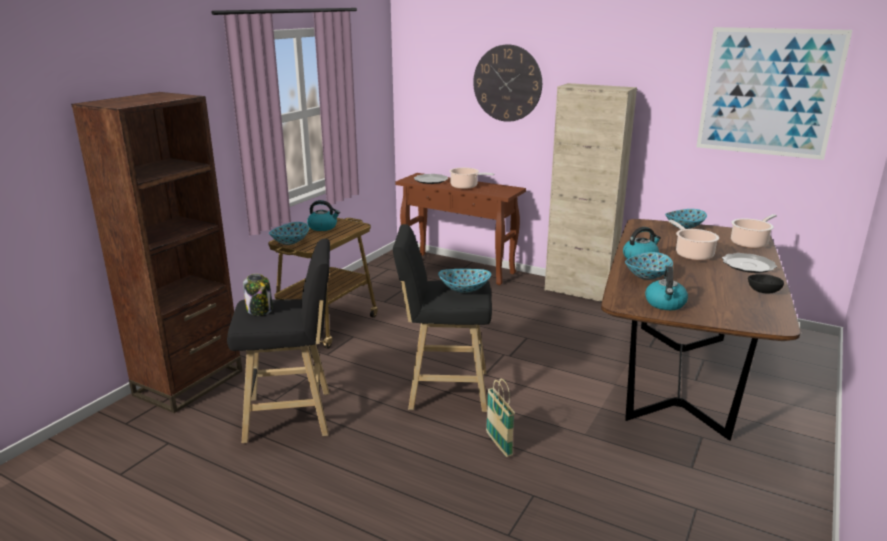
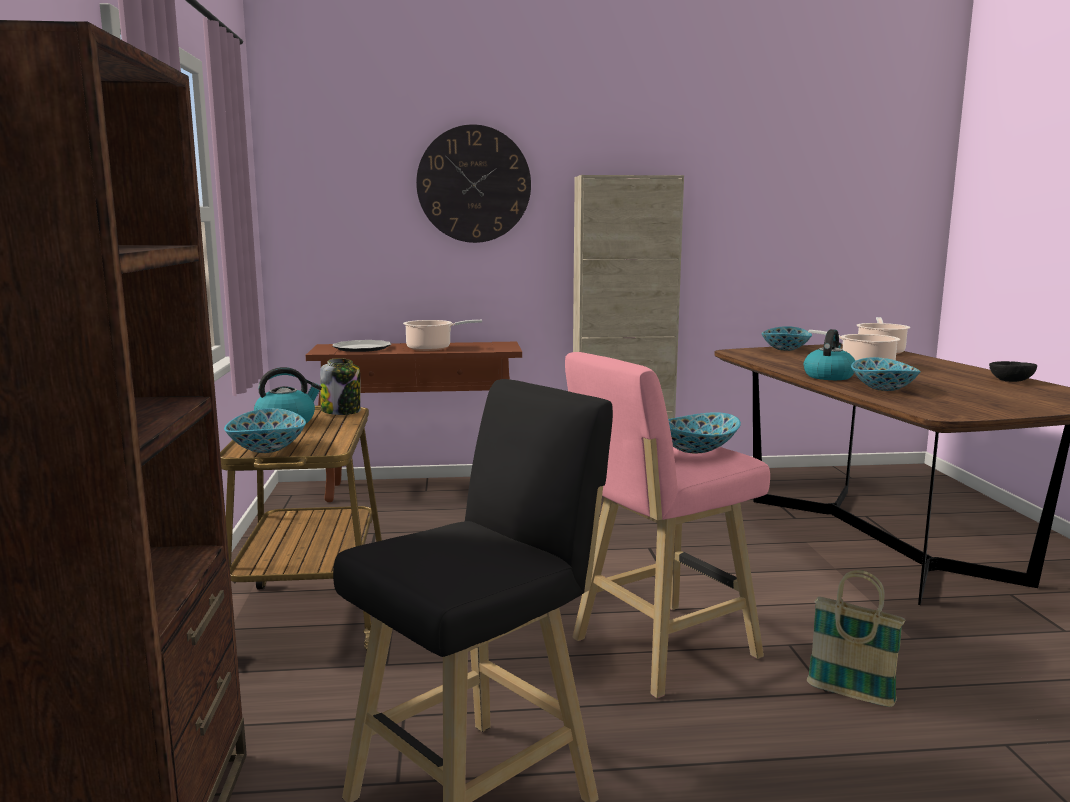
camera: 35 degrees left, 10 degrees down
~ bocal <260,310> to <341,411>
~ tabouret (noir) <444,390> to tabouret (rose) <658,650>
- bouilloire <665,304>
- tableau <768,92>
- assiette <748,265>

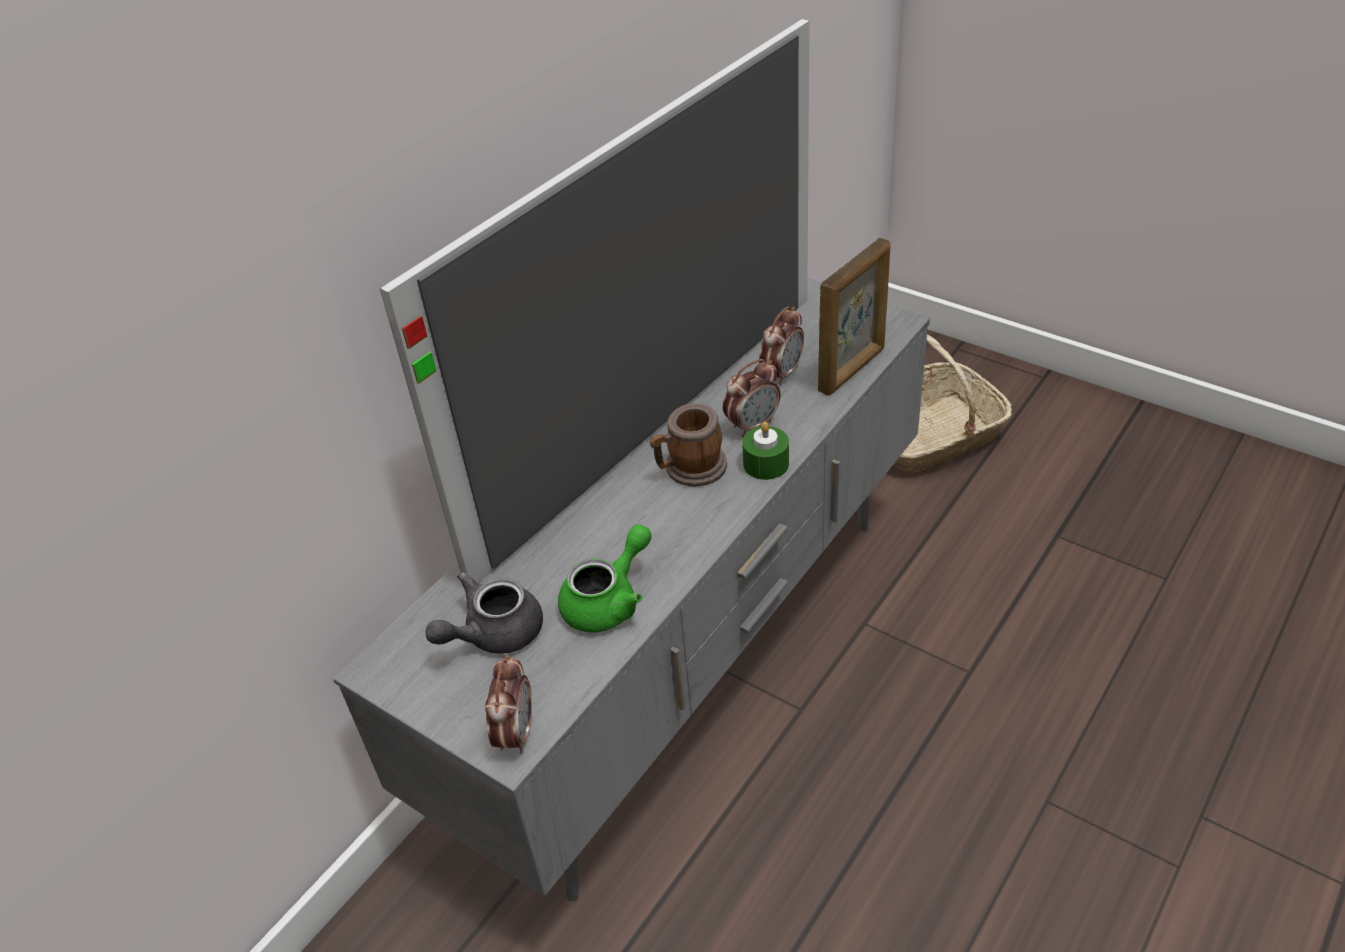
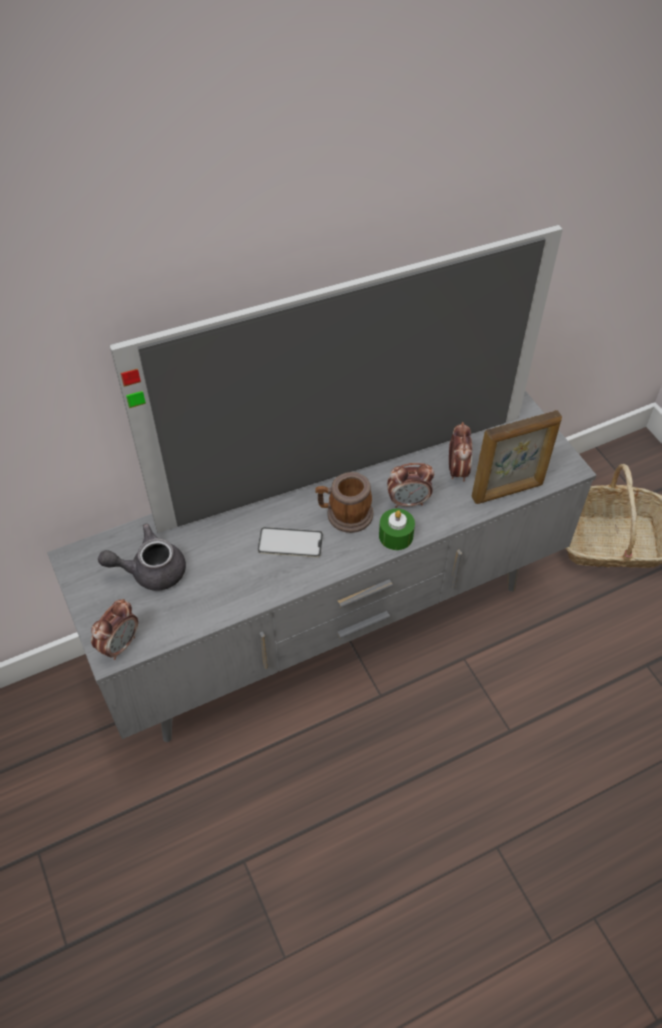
camera: 25 degrees right, 10 degrees up
+ téléphone <290,543>
~ réveil <782,373> = <457,470> 60 degrees counterclockwise
- théière (vert) <609,601>

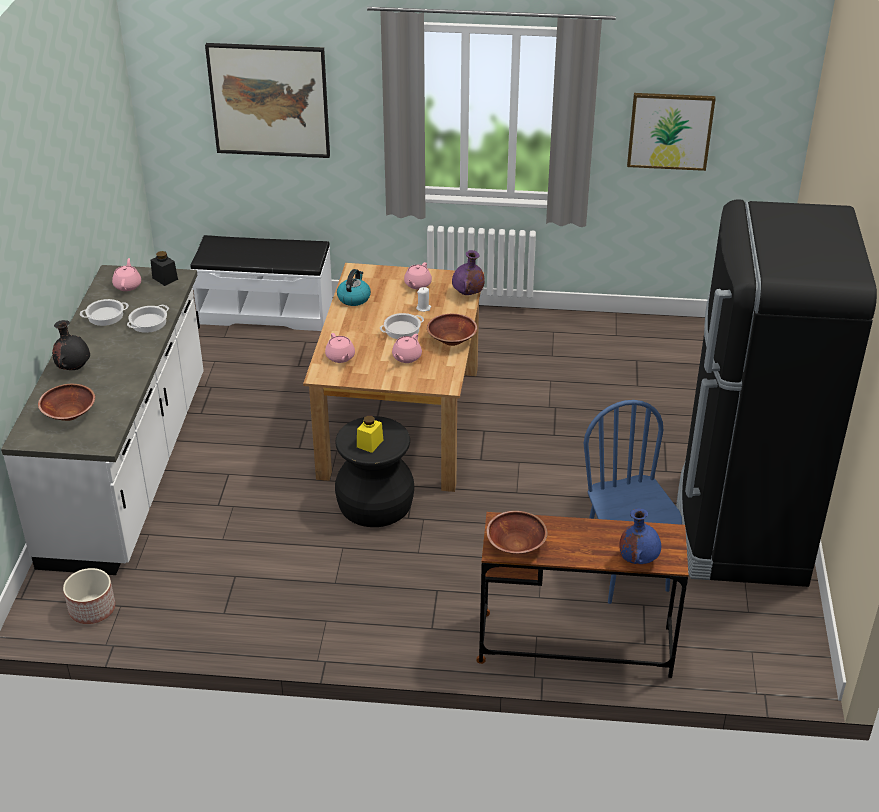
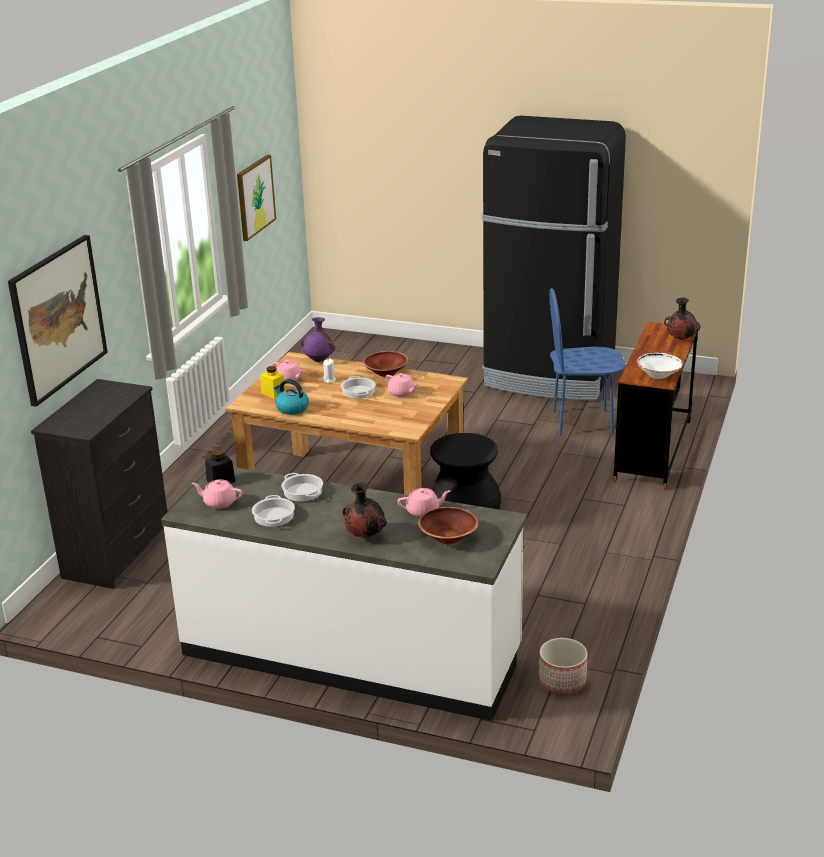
camera: 75 degrees left, 10 degrees down
~ banc (blanc) <266,311> to commode (noir) <118,552>
~ bocal (jaune) <370,443> to <273,393>
~ théière (rose) <340,357> to <423,511>
~ bol (marron) <516,544> to bol (blanc) <658,375>
~ vase (bleu) <638,559> to vase (noir) <680,339>

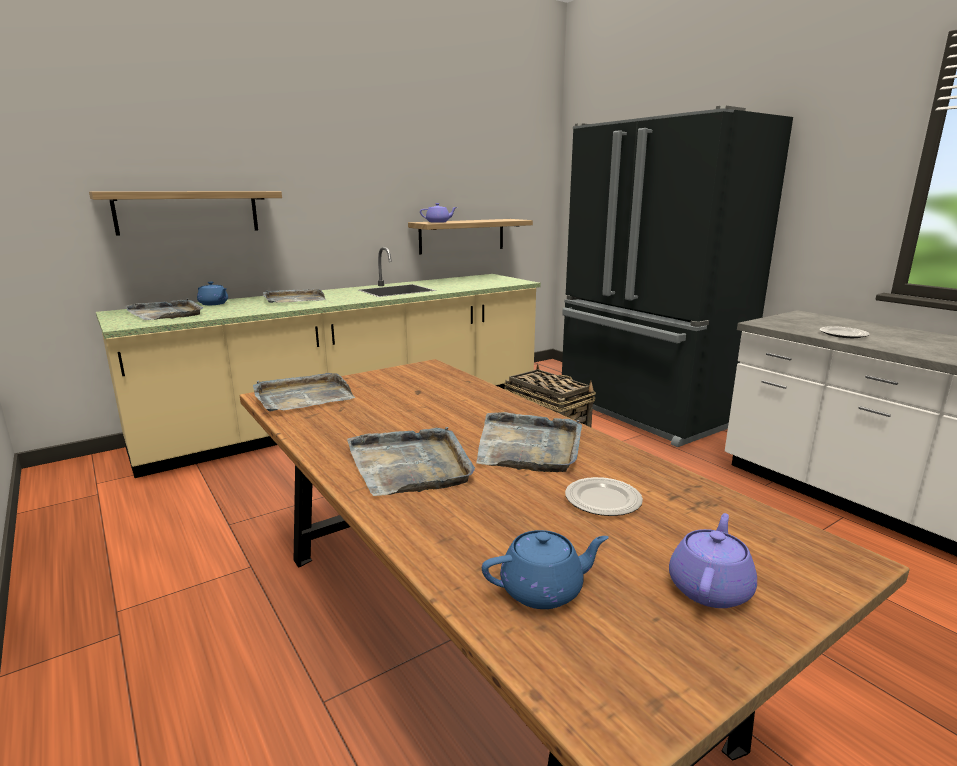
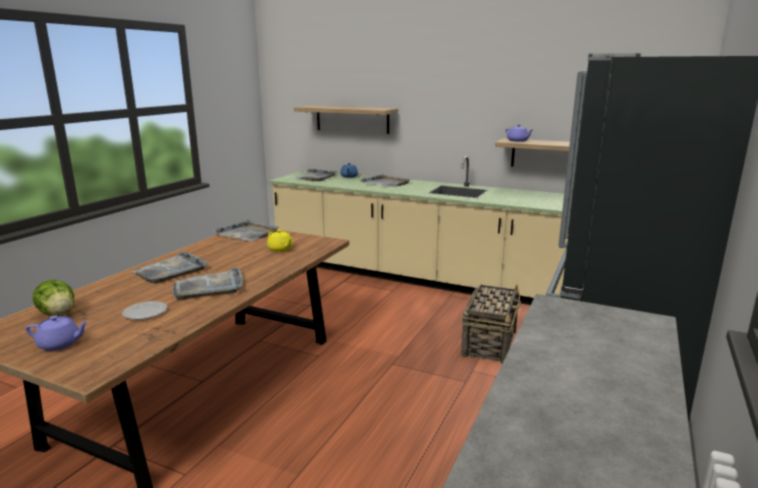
camera: 60 degrees right, 0 degrees up
~ théière (bleu) <543,590> to laitue <58,314>
+ théière (jaune) <280,249>
- assiette <844,334>

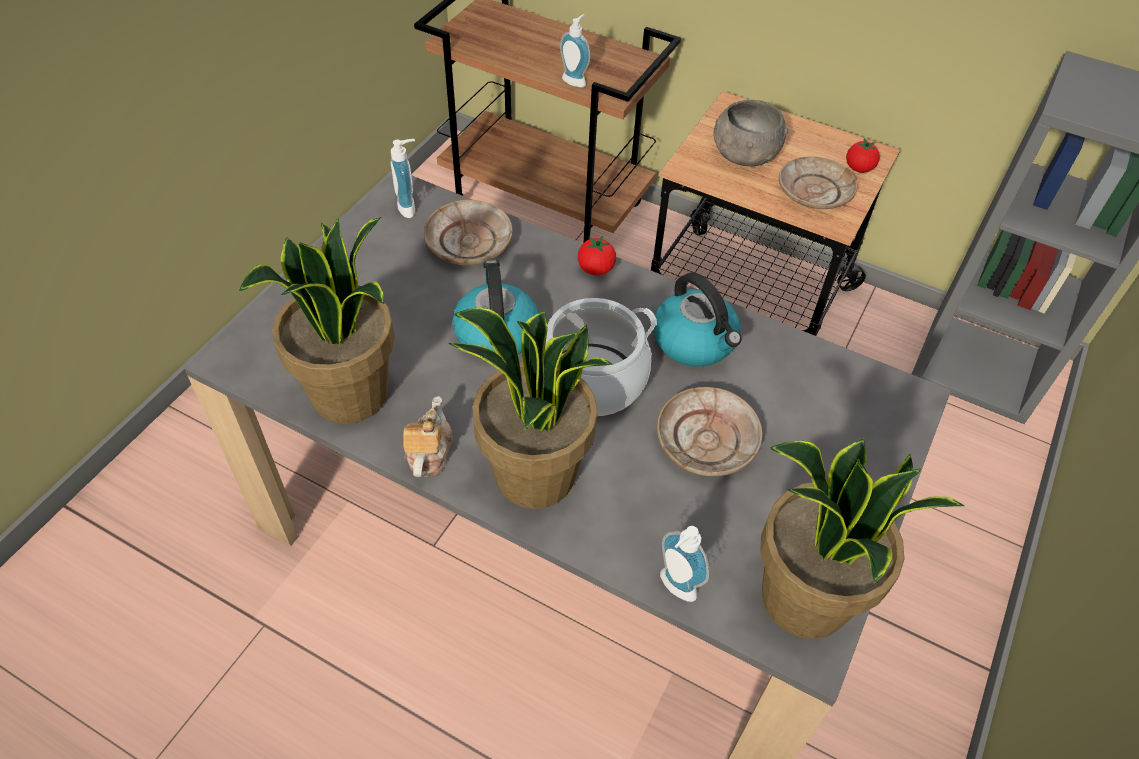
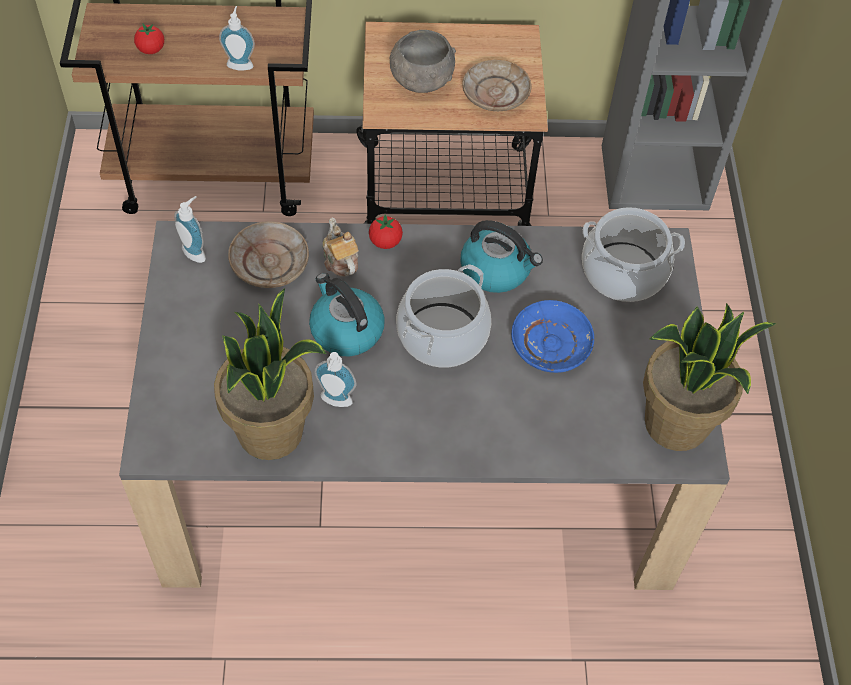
camera: 30 degrees left, 5 degrees up
~ tomate <859,168> to <151,49>
~ distributeur de savon <674,588> to <335,402>
~ théière <428,453> to <340,260>
~ assiette (beige) <707,440> to assiette (bleu) <551,343>
+ marmite <623,272>
- plante en pot <534,476>

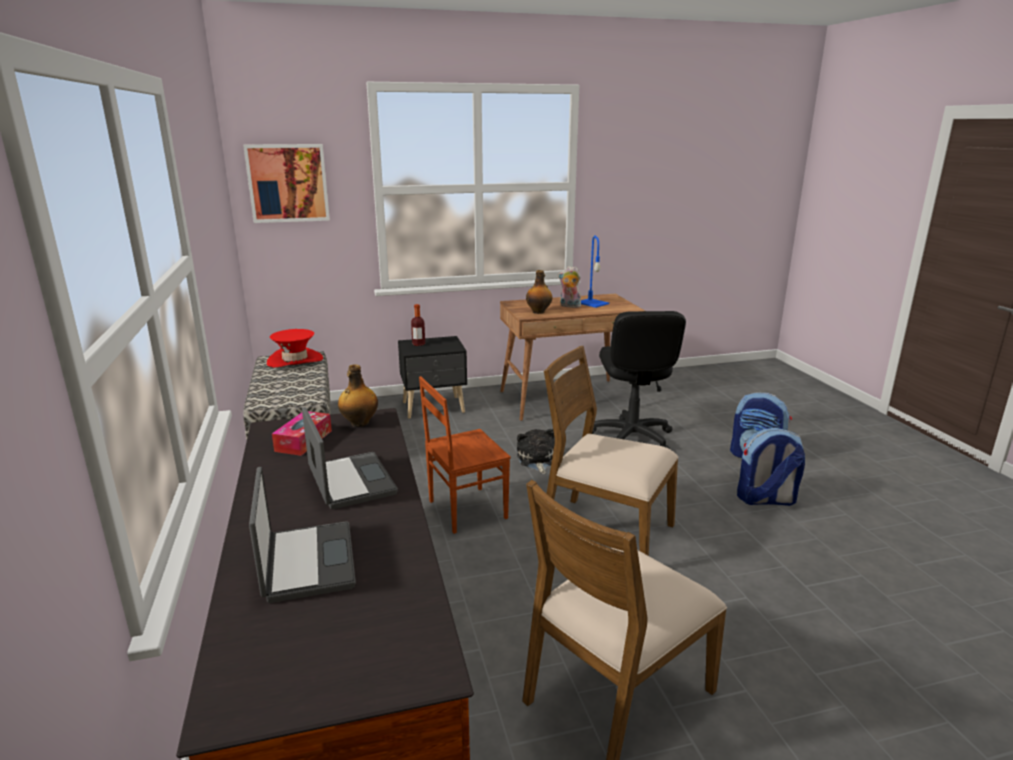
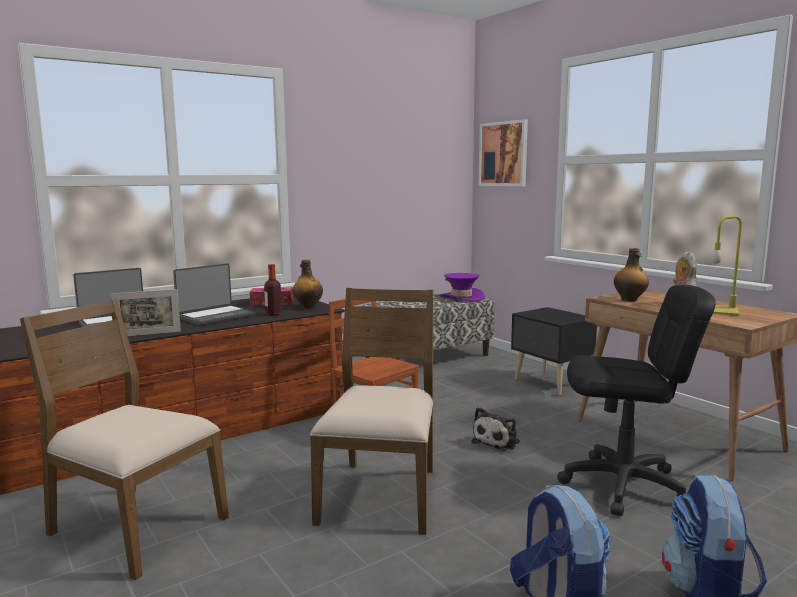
camera: 70 degrees right, 10 degrees down
+ cadre photo <148,334>
~ bouteille <418,344> to <273,314>
~ chapeau (rouge) <295,360> to chapeau (violet) <461,297>
~ peluche <536,460> = <497,441> 150 degrees clockwise
~ chaise de bureau (noir) <631,438> = <624,486> 150 degrees counterclockwise
~ lampe de table (bleu) <591,303> to lampe de table (jaune) <720,310>

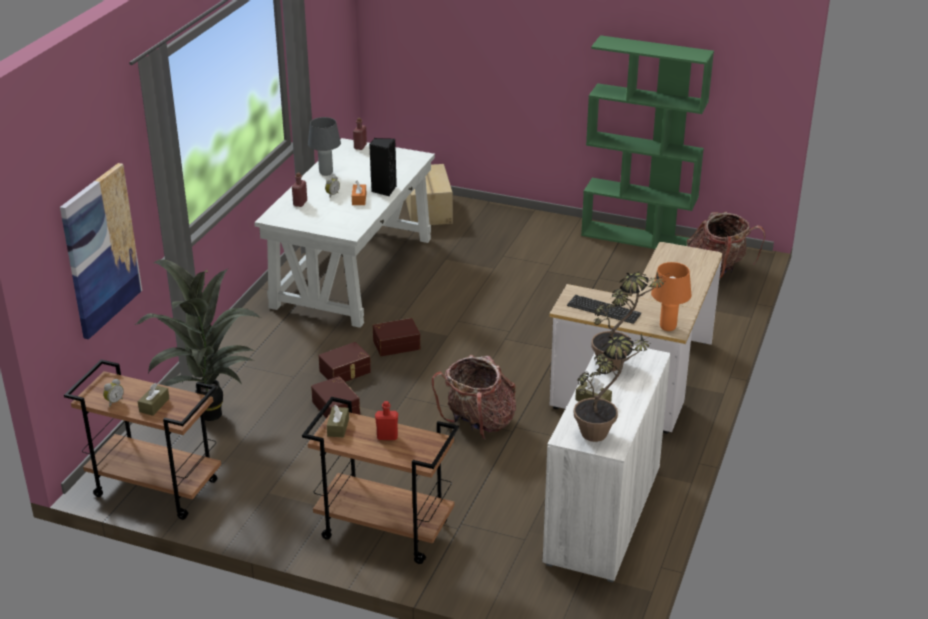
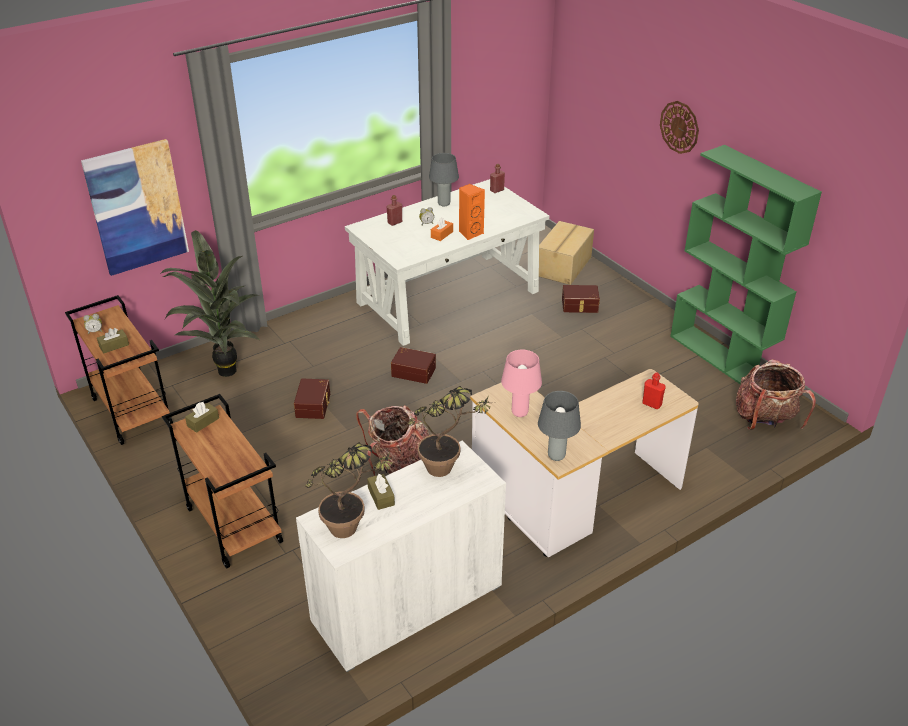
camera: 35 degrees right, 5 degrees up
~ enceinte (noir) <383,190> to enceinte (orange) <470,233>
~ clavier <603,310> to lampe de table (rose) <519,413>
~ lampe de table (orange) <668,328> to lampe de table (gris) <556,456>
~ boîte de rangement (marron) <345,372> to <580,306>
~ bouteille (rouge) <387,437> to <652,404>
+ horloge murale <679,127>

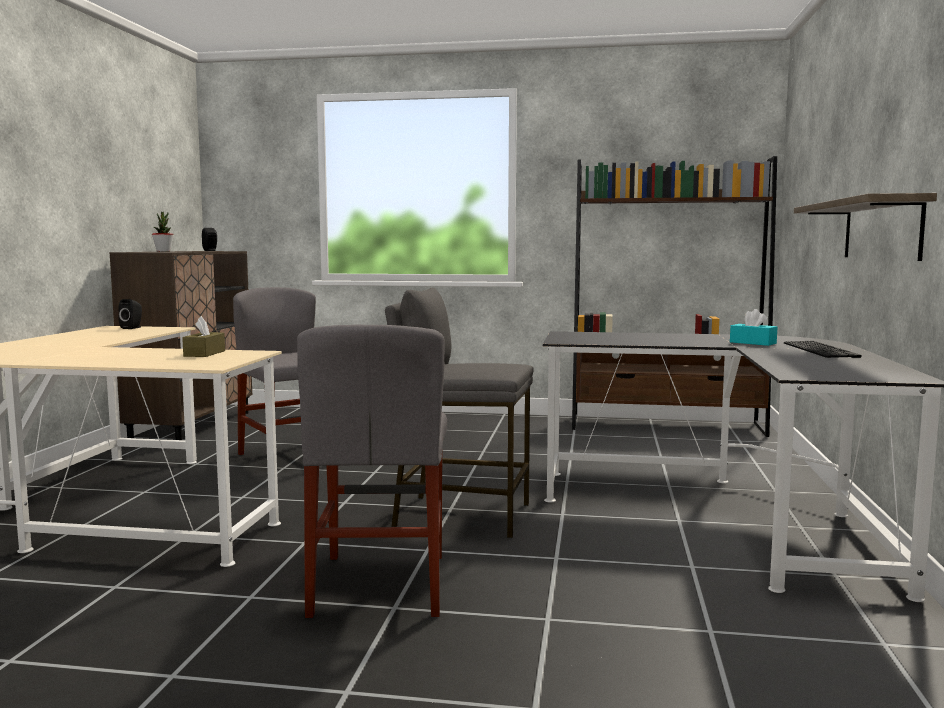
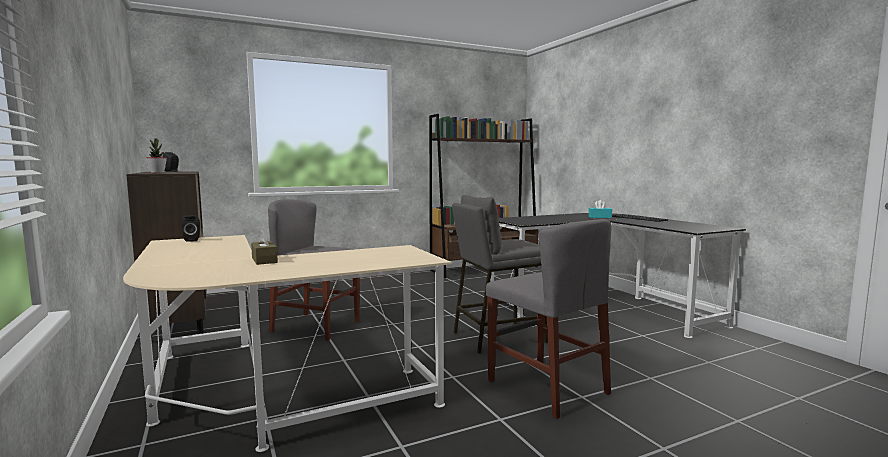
camera: 35 degrees left, 0 degrees up
~ boîte à mouchoirs (marron) <204,353> to <264,260>
- étagère <881,230>

